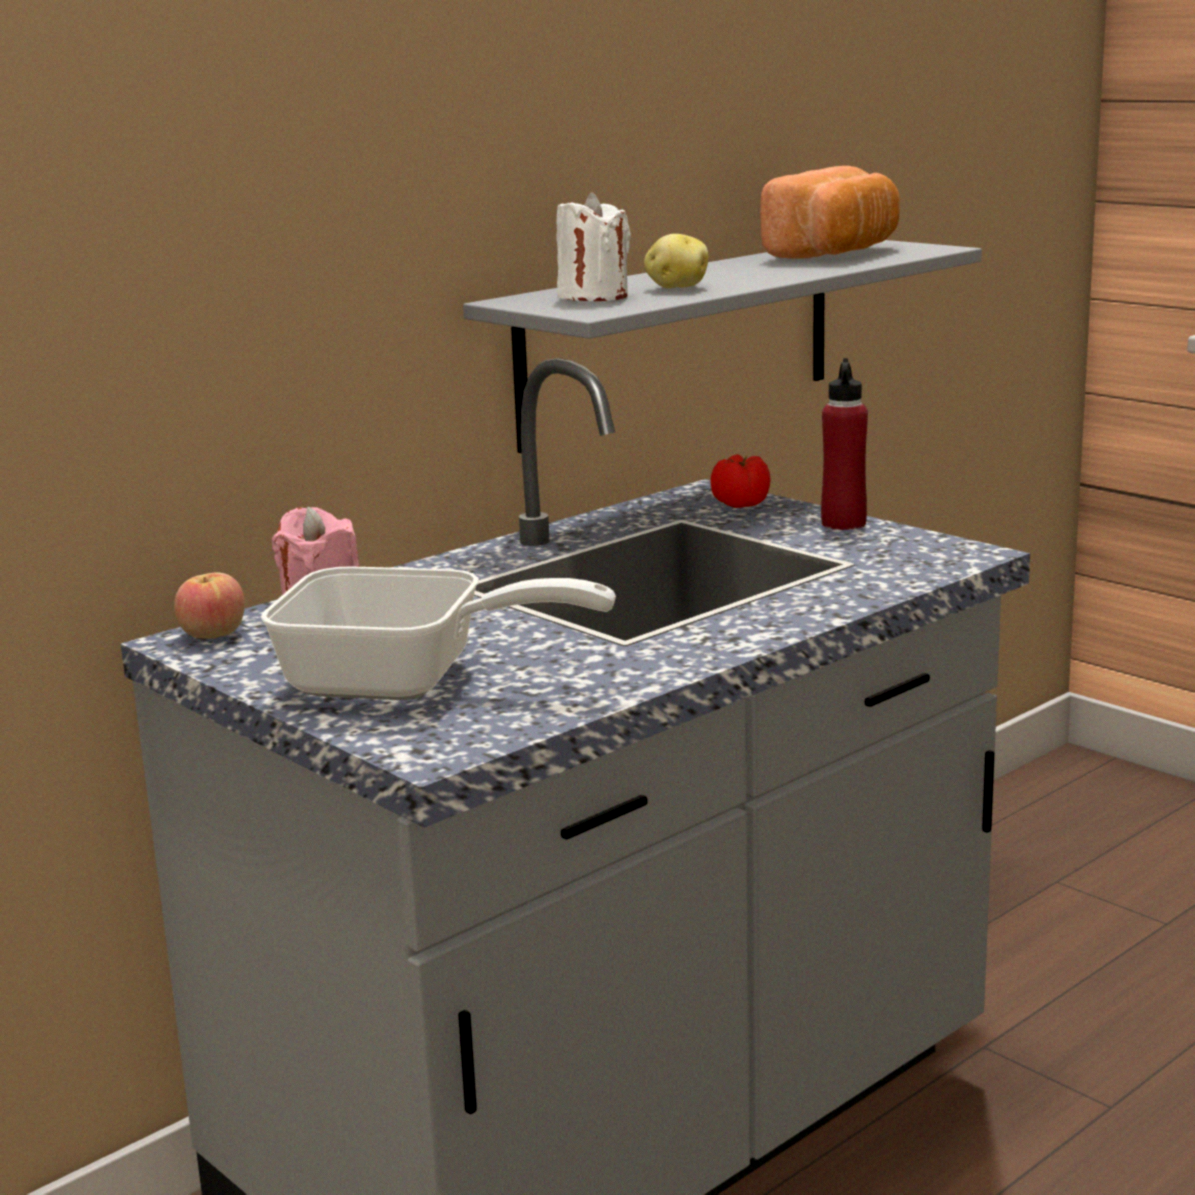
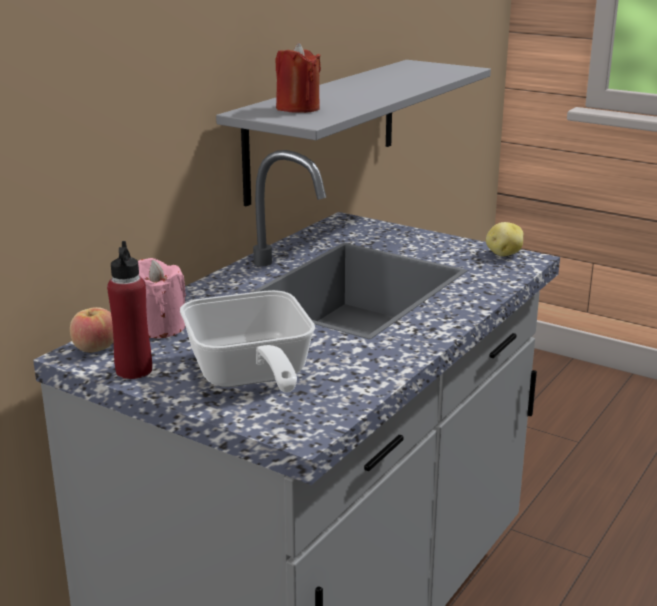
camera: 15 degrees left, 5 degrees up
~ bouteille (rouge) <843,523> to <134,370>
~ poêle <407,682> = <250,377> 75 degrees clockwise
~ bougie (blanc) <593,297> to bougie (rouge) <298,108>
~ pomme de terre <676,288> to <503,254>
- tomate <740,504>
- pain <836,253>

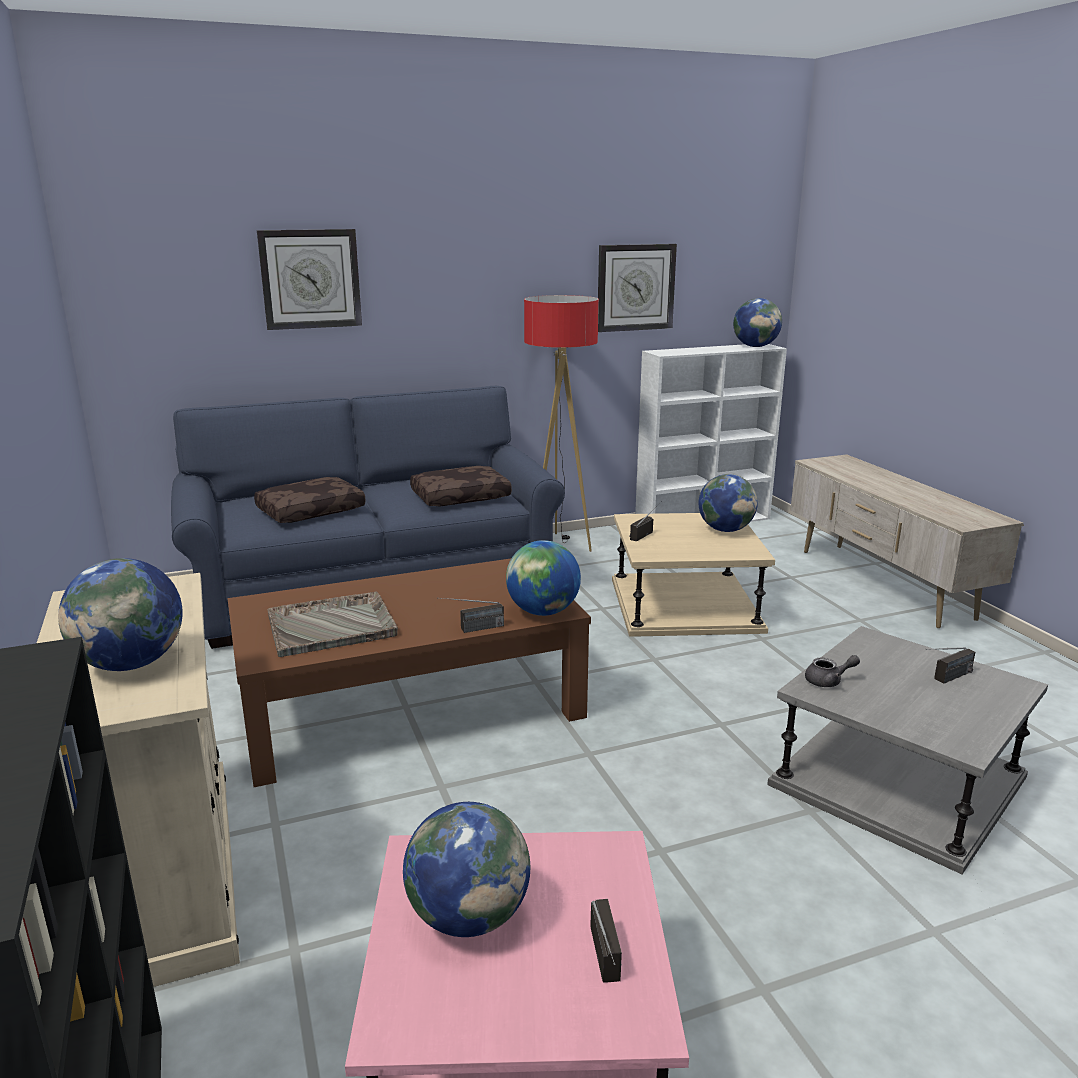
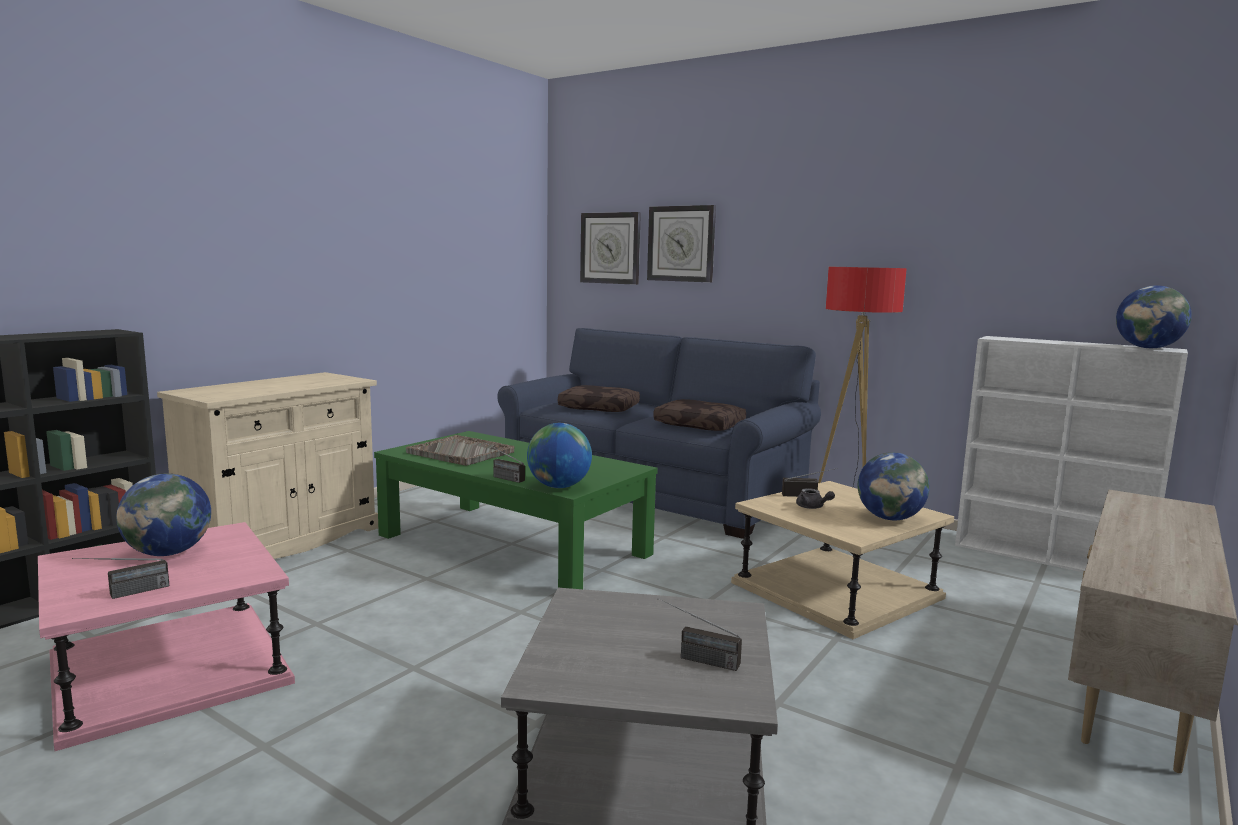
camera: 55 degrees right, 10 degrees down
~ table basse (marron) <412,706> to table basse (vert) <513,545>
~ horloge murale <635,287> to <610,248>
~ théière (gris) <828,681> to <812,507>
- globe <131,664>

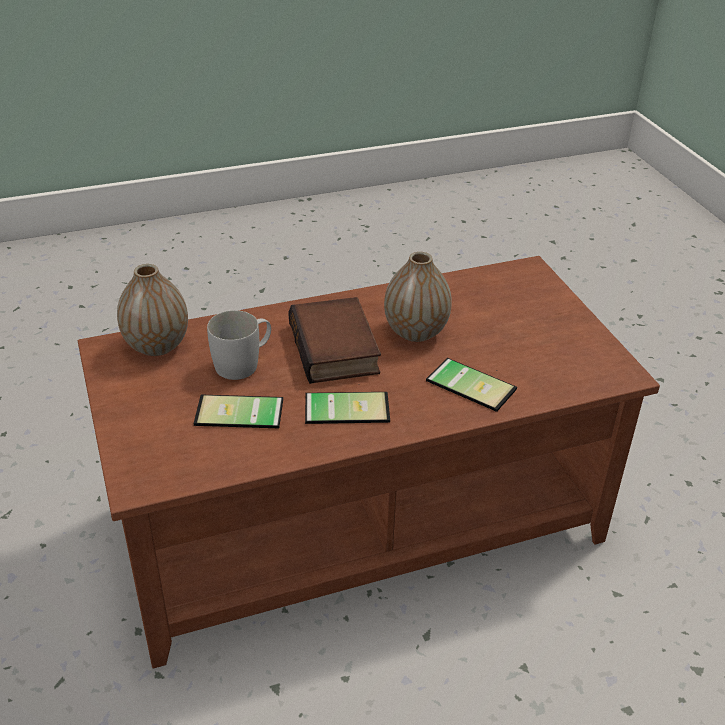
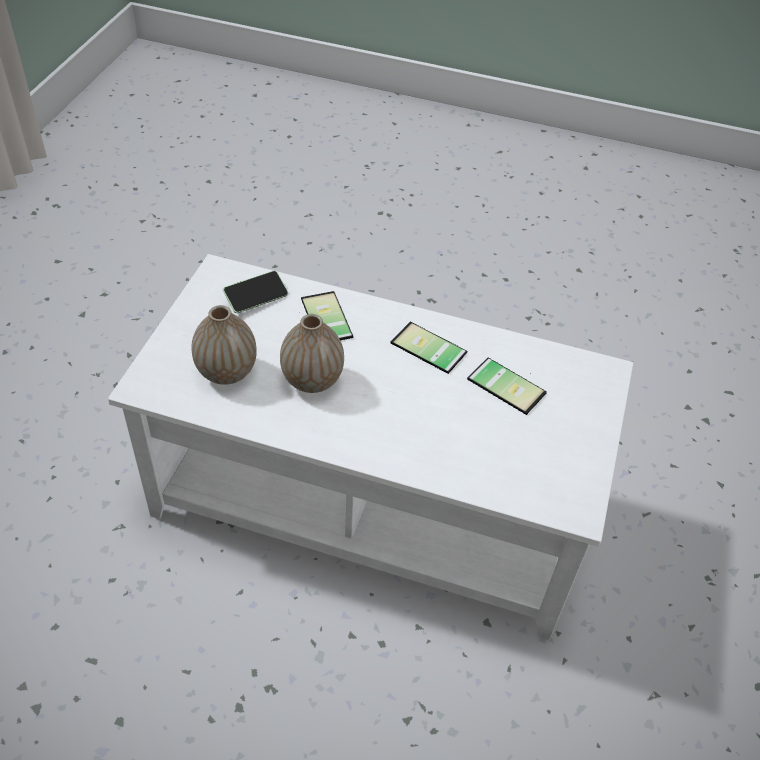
camera: 145 degrees left, 10 degrees up
~ table basse (marron) <358,520> to table basse (blanc) <369,503>
~ vase <157,345> to <226,372>
+ téléphone <256,298>
- mug (blanc) <244,363>
- livre <337,349>

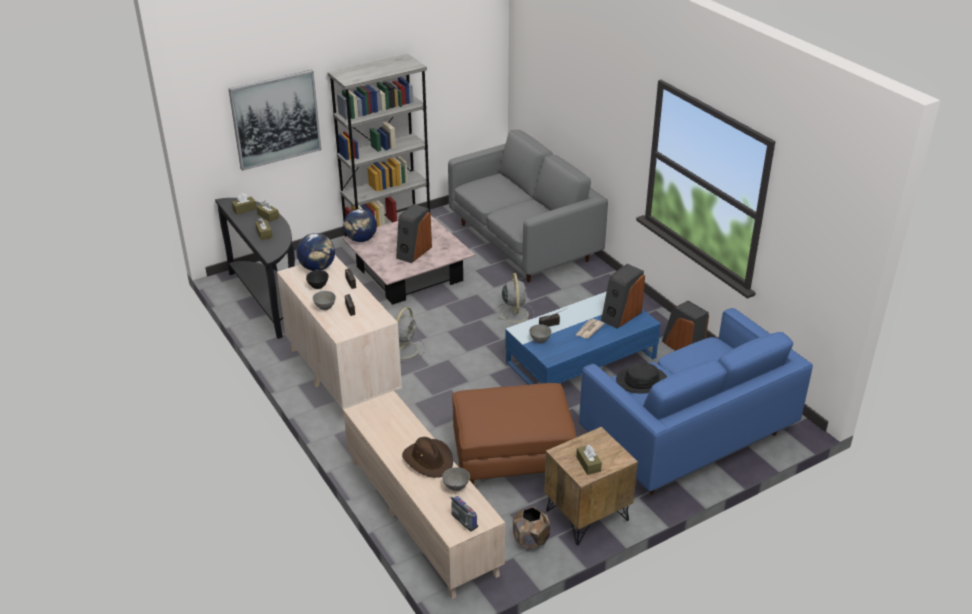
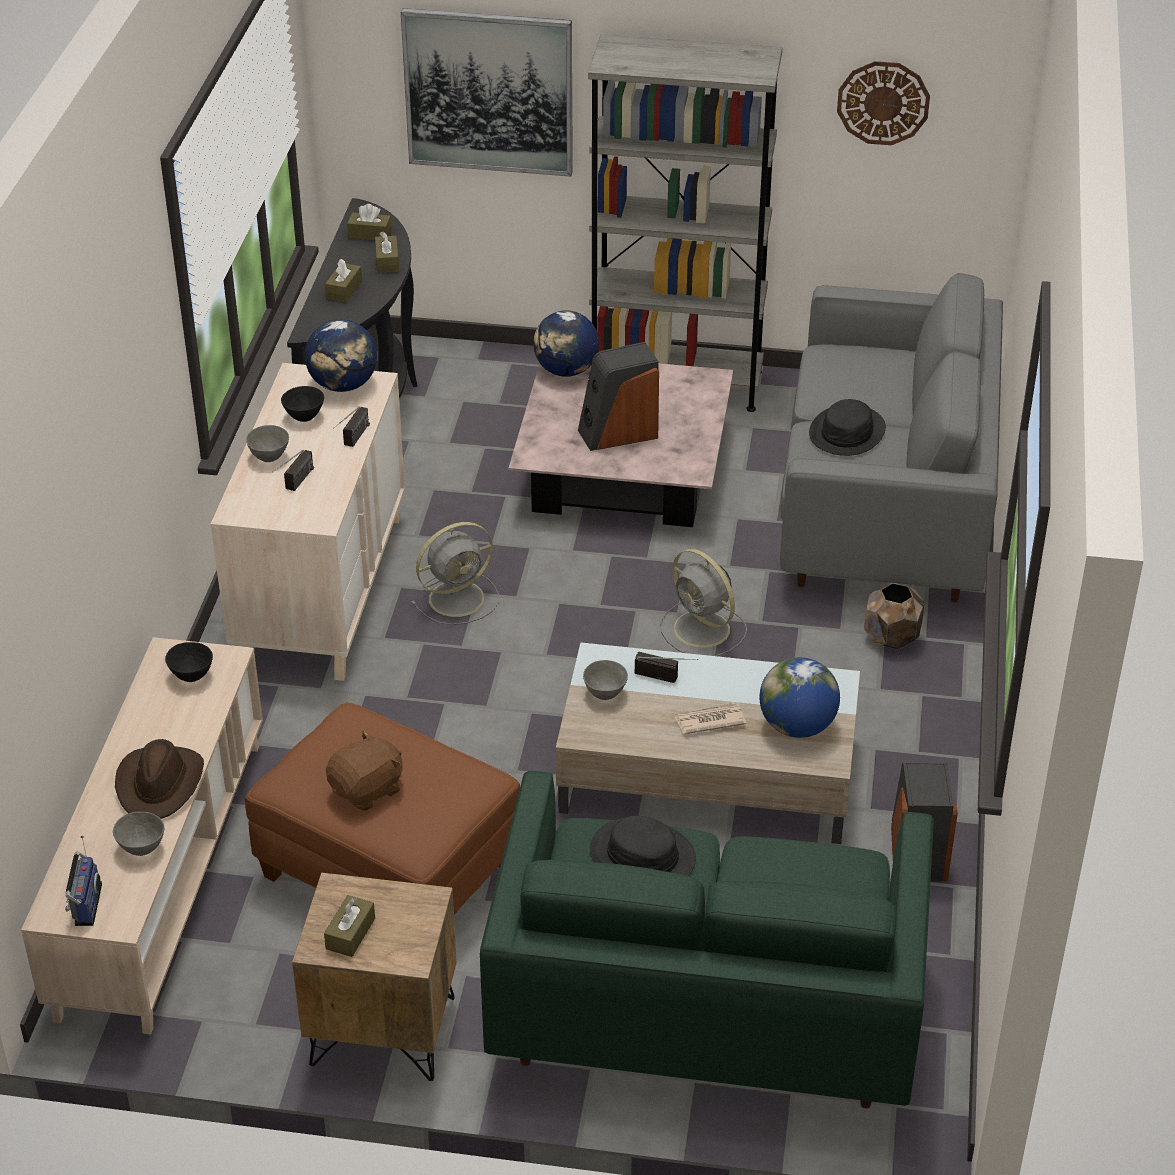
camera: 40 degrees right, 5 degrees up
+ bol (noir) <191,676>
+ peluche (marron) <367,790>
~ canapé (bleu) <685,436> to canapé (vert) <705,1009>
~ table basse (bleu) <581,360> to table basse (beige) <707,773>
~ ventilateur (gris) <514,313> = <703,630> 105 degrees clockwise
~ enceinte <620,316> to globe <797,726>
+ chapeau (noir) <847,432>
+ horloge murale <883,102>
~ cache-pot (marron) <531,540> to <892,638>

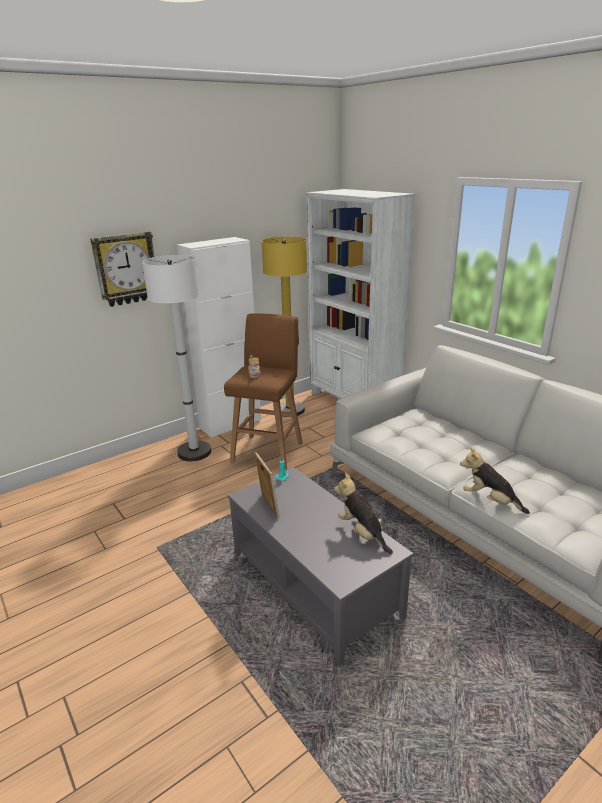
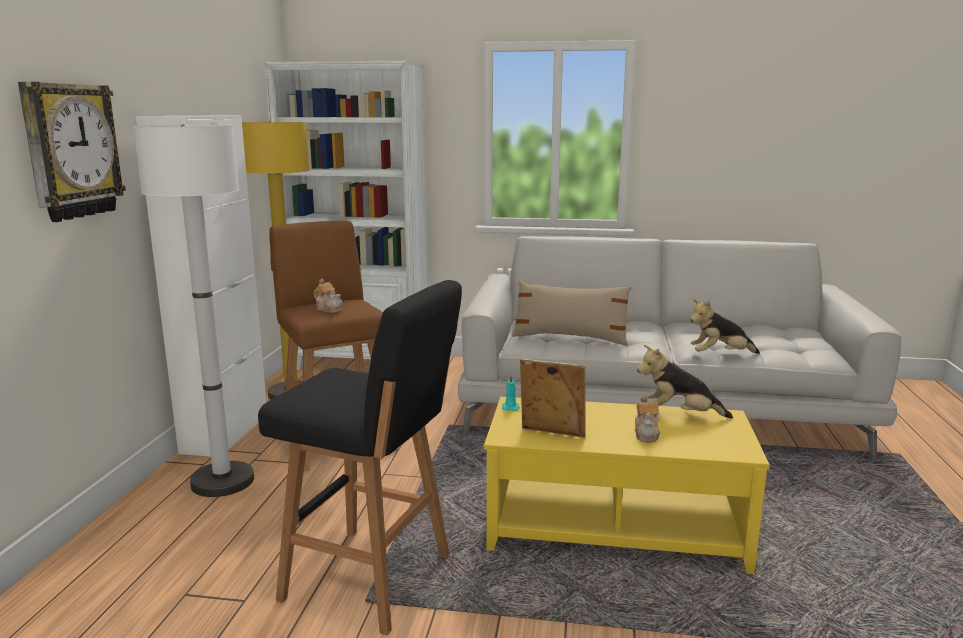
camera: 45 degrees left, 10 degrees down
+ tabouret (noir) <372,579>
~ table basse (gris) <315,583> to table basse (jaune) <615,528>
+ coussin (beige) <570,338>
+ théière <646,434>

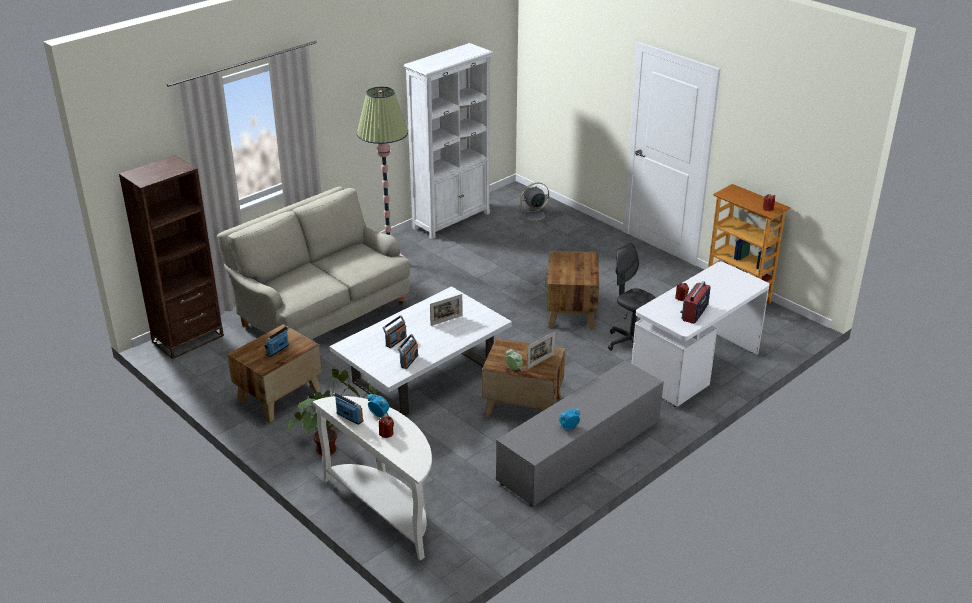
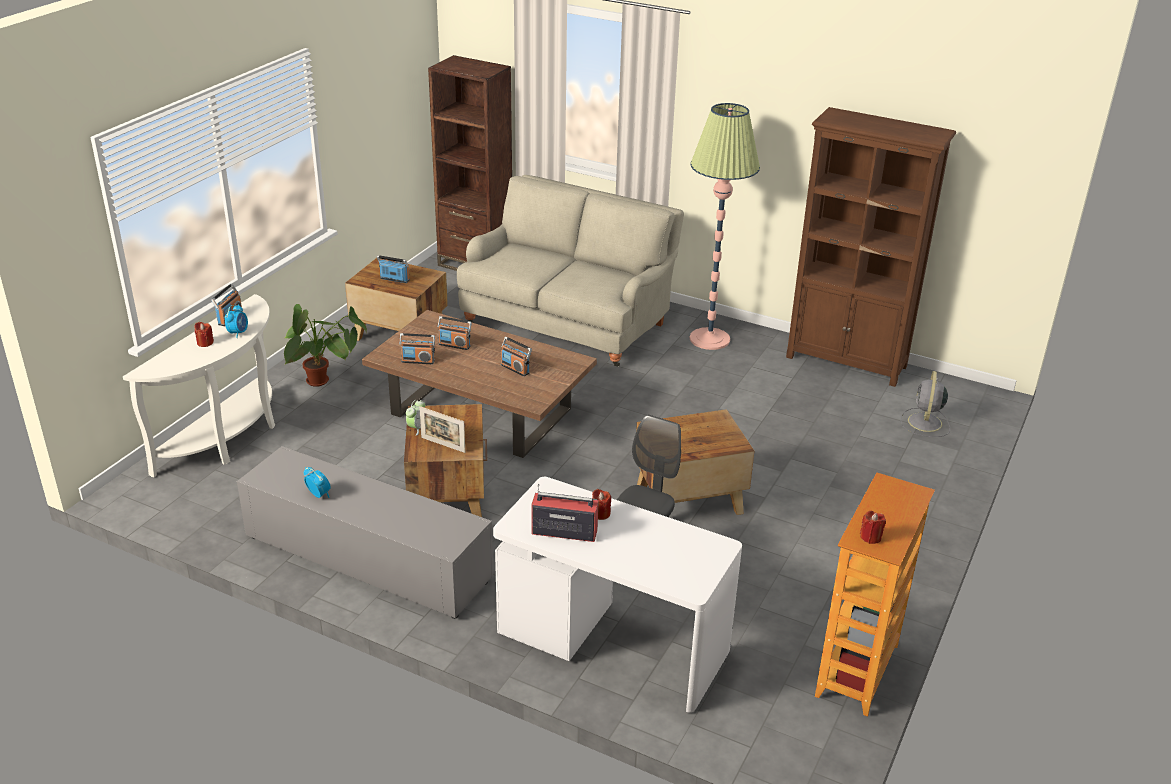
camera: 70 degrees right, 0 degrees up
~ table basse (blanc) <423,373> to table basse (marron) <483,411>
~ cadre photo <446,320> to radio <515,369>
~ bibliothèque (blanc) <452,220> to bibliothèque (marron) <847,362>
~ ventilateur (gris) <533,215> = <924,423> 120 degrees counterclockwise

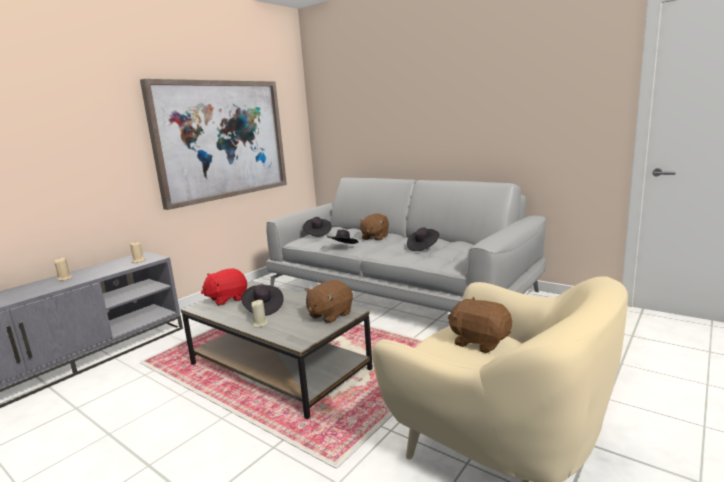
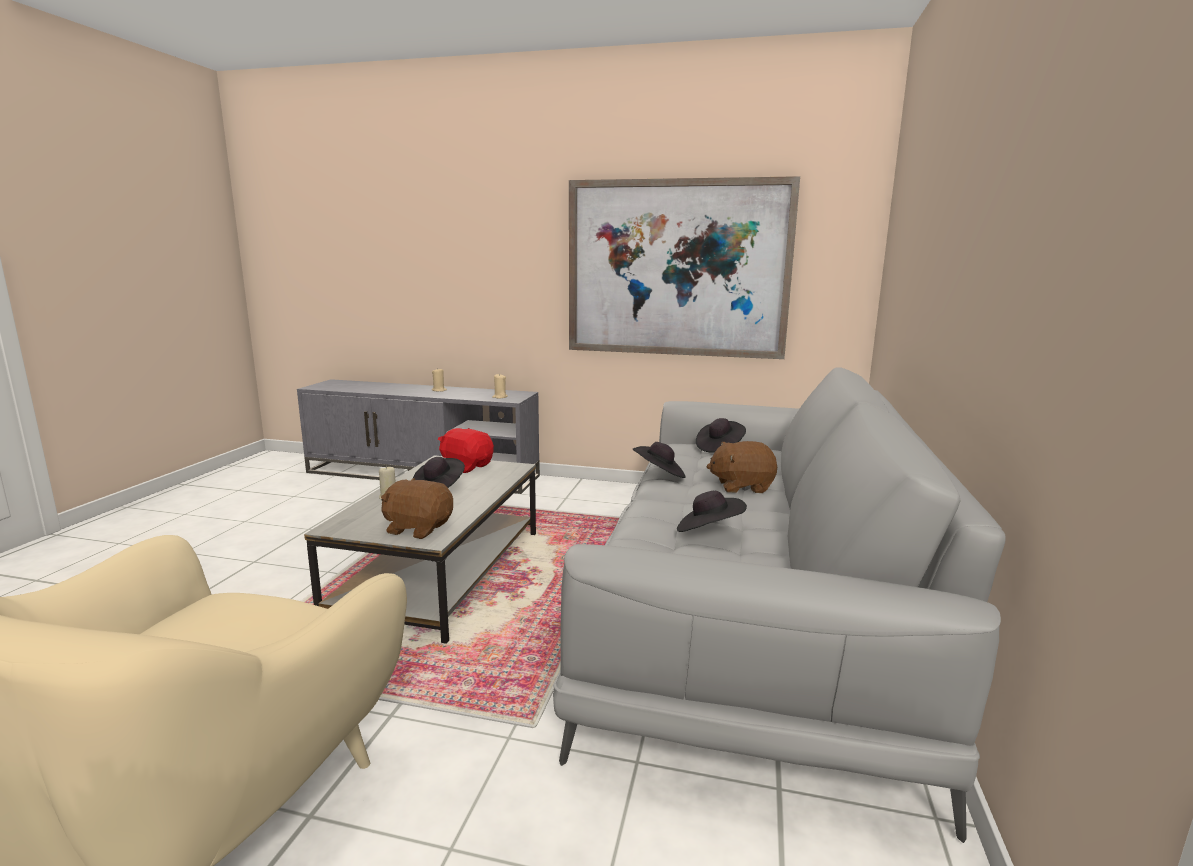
camera: 65 degrees right, 0 degrees up
- peluche (marron) <479,341>

